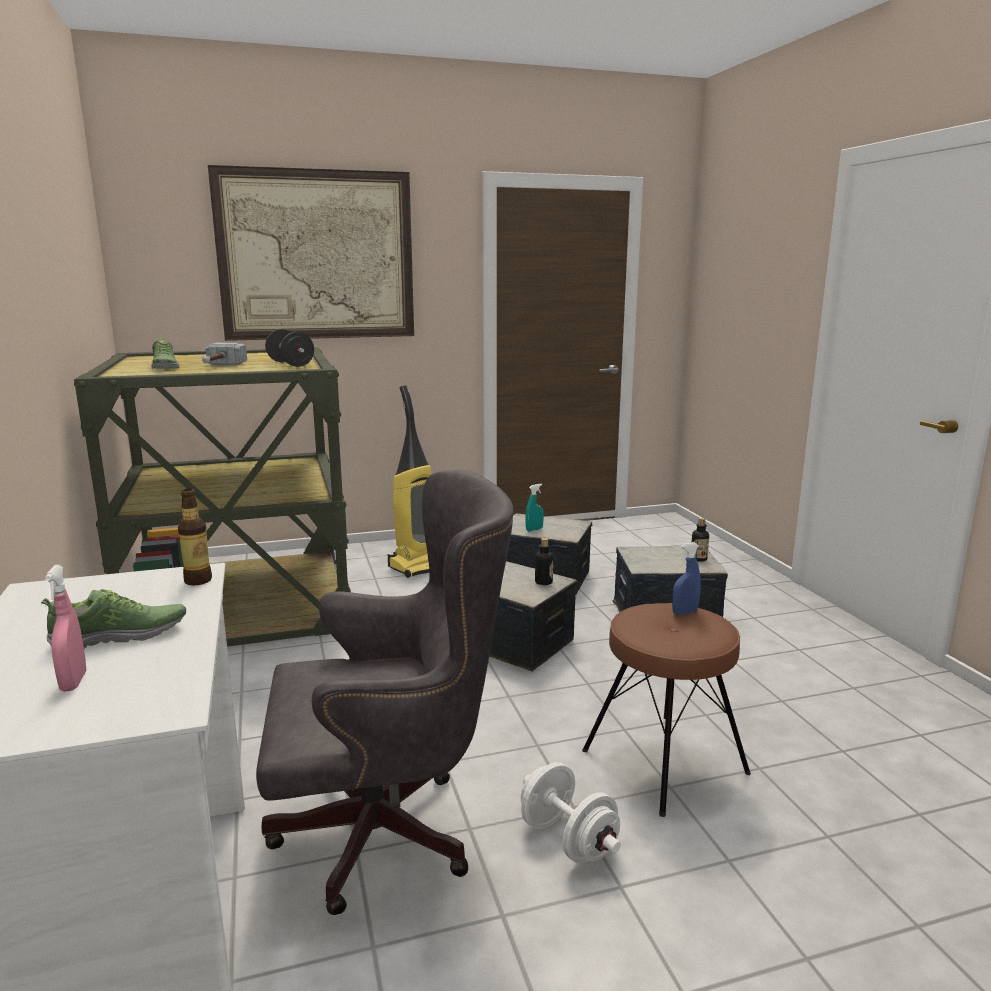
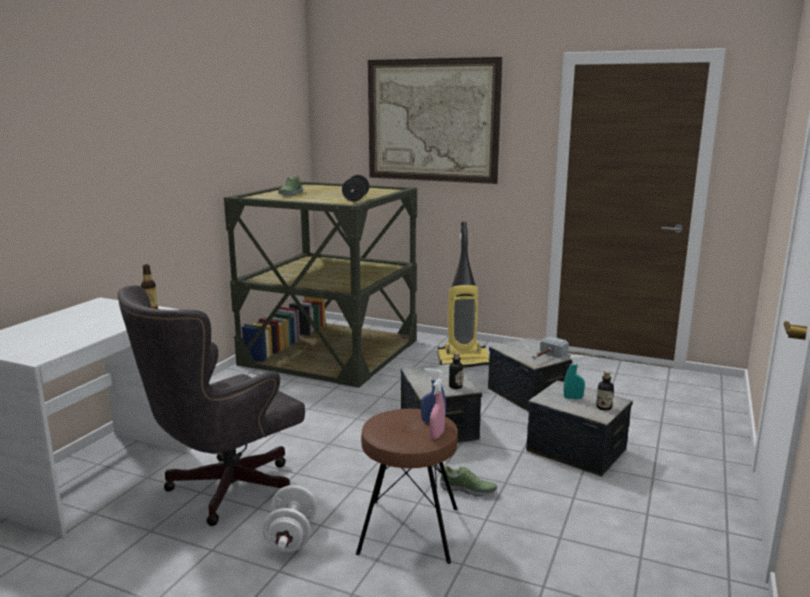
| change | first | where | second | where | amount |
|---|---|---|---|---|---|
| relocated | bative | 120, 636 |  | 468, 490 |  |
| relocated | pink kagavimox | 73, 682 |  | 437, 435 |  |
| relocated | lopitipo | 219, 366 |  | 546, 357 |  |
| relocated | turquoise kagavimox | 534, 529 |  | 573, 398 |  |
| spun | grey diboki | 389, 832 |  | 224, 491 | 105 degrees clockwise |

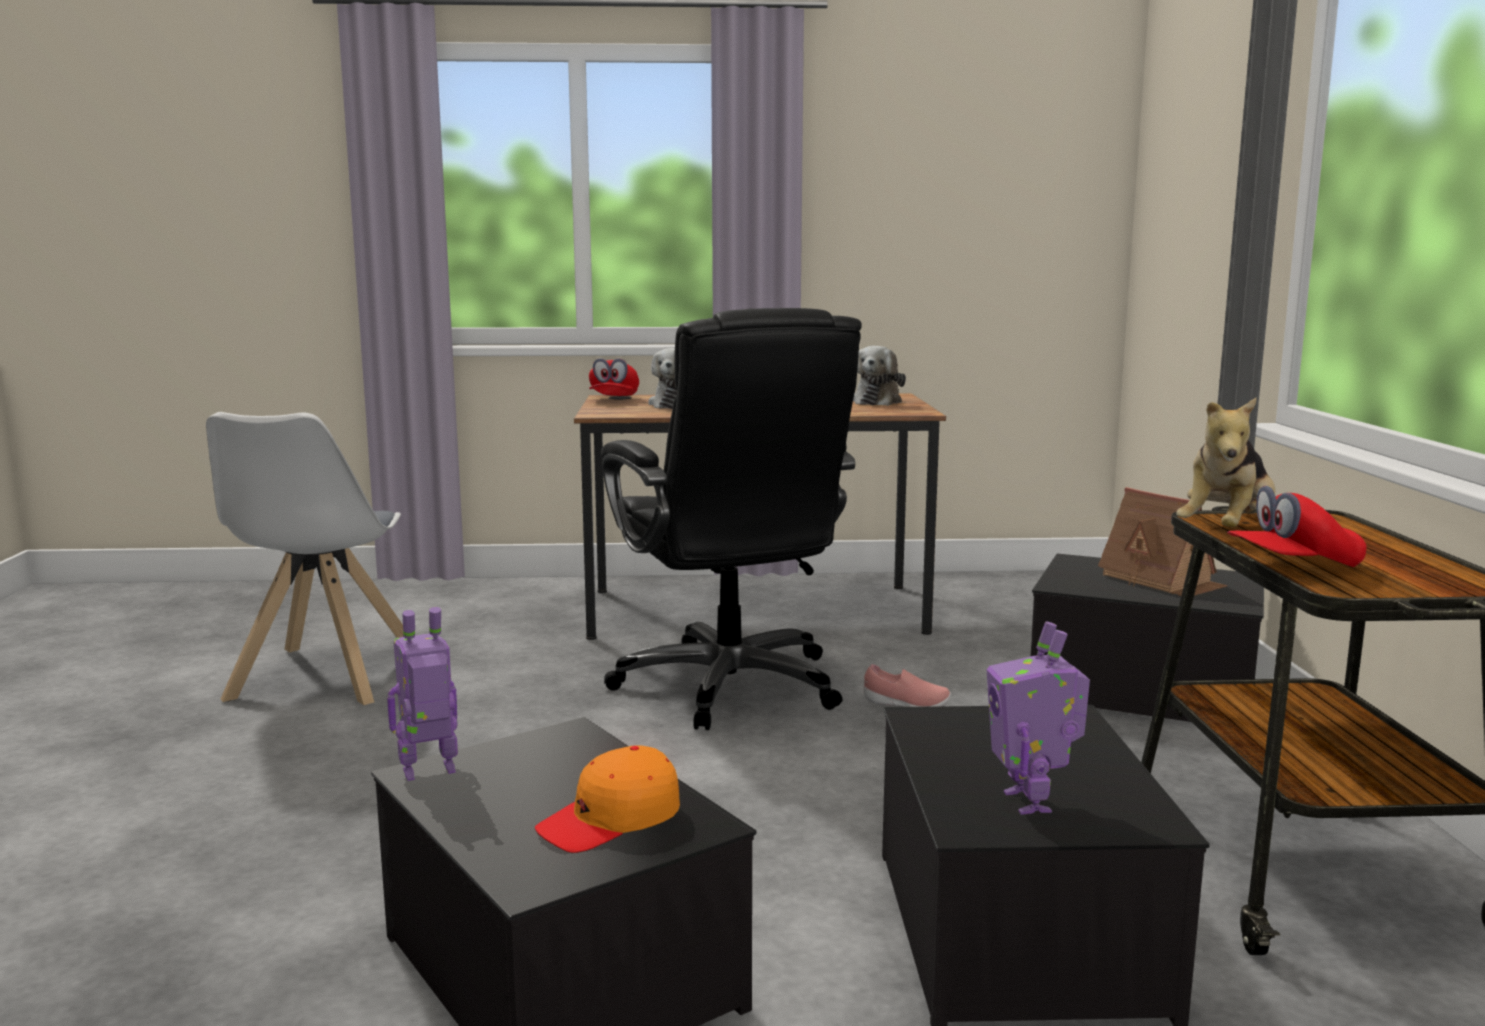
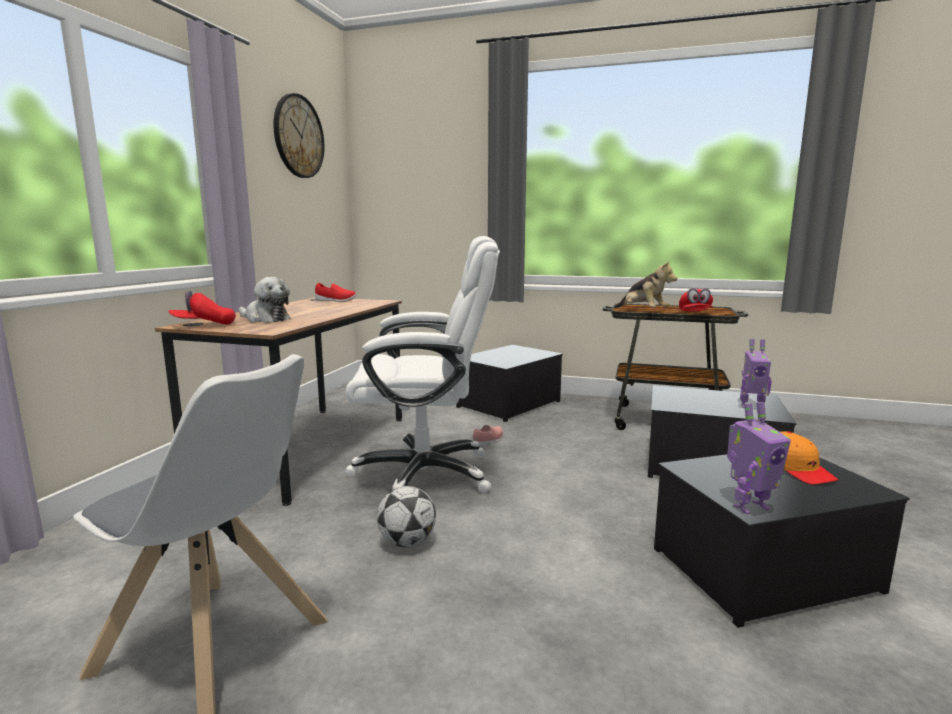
| change | first | where | second | where | amount |
|---|---|---|---|---|---|
| missing | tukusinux | 1161, 580 |  |  |  |
| appeared |  |  | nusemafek | 298, 136 |  |
| appeared |  |  | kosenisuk | 407, 542 |  |
| exchanged | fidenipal | 877, 401 | red bative | 335, 301 |  |
| colour | black diboki | 730, 684 | white diboki | 423, 474 |  |
| spun | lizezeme | 430, 772 |  | 749, 506 | 105 degrees counterclockwise |
| spun | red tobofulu | 613, 399 |  | 204, 325 | 135 degrees clockwise |

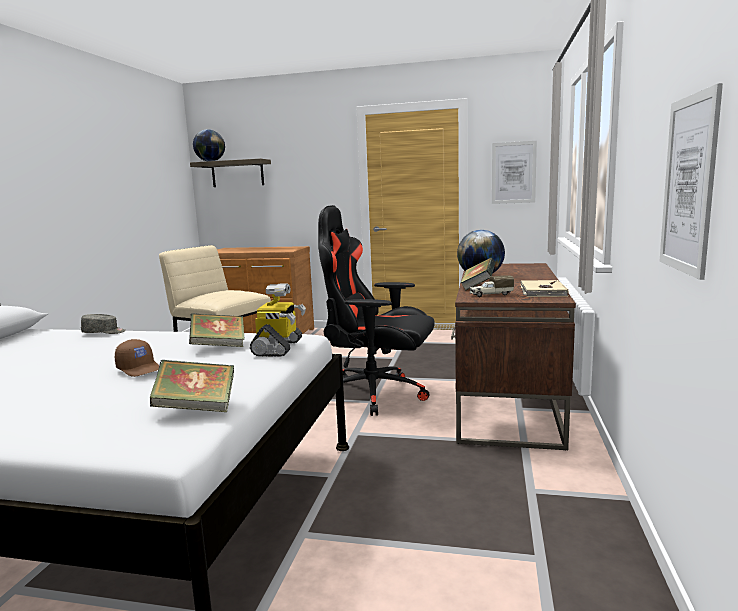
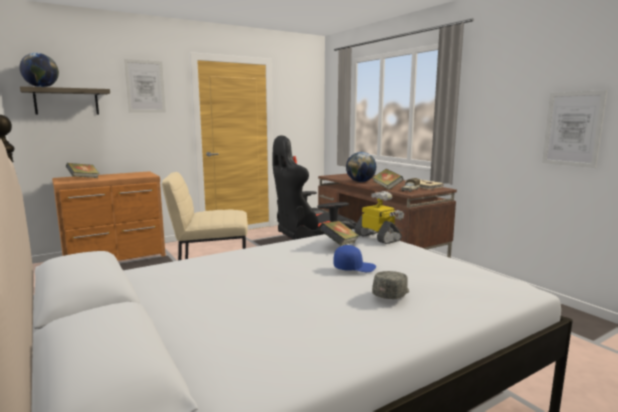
| change | first | where | second | where | amount |
|---|---|---|---|---|---|
| relocated | grey tobofulu | 104, 332 |  | 392, 294 |  |
| relocated | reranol | 196, 408 |  | 84, 178 |  |
| relocated | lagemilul | 513, 172 |  | 145, 86 |  |
| colour | brown tobofulu | 140, 369 | blue tobofulu | 354, 267 |  |

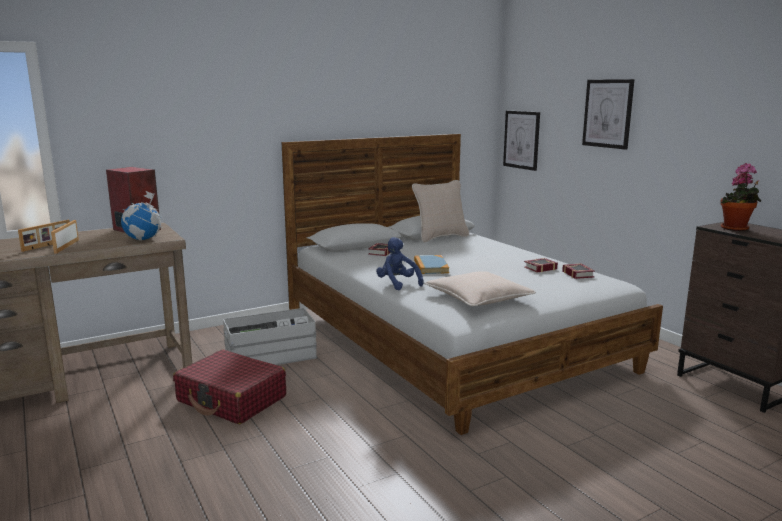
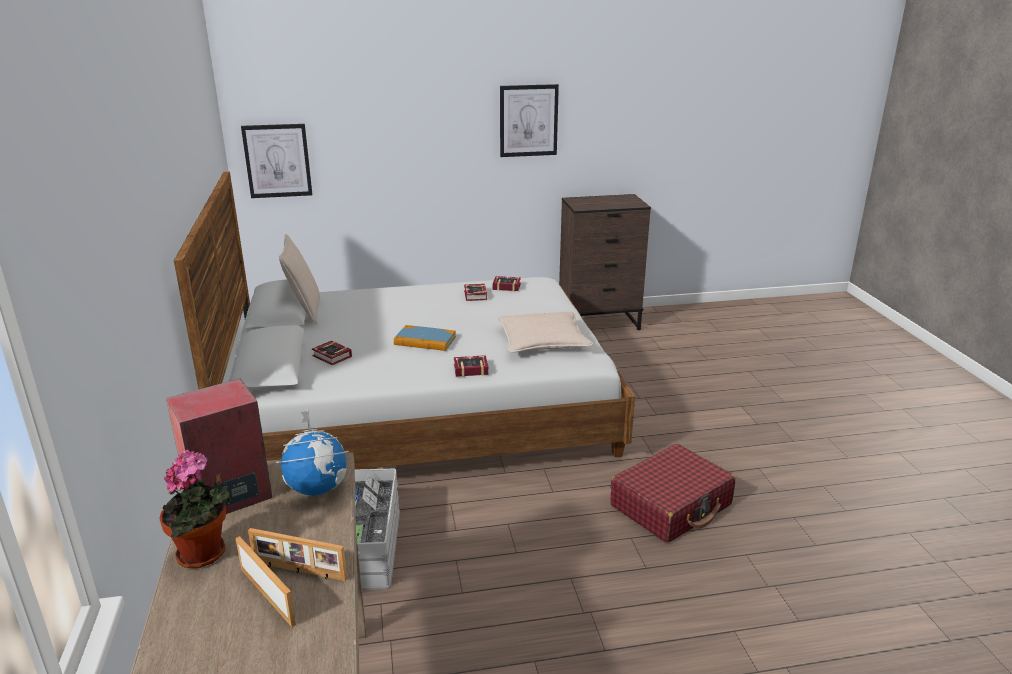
| change | first | where | second | where | amount |
|---|---|---|---|---|---|
| relocated | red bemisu | 232, 399 |  | 671, 505 |  |
| relocated | lagemilul | 607, 113 |  | 528, 120 |  |
| relocated | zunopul | 736, 229 |  | 205, 554 |  |
| exchanged | blue fidenipal | 397, 284 | reranol | 469, 369 |  |

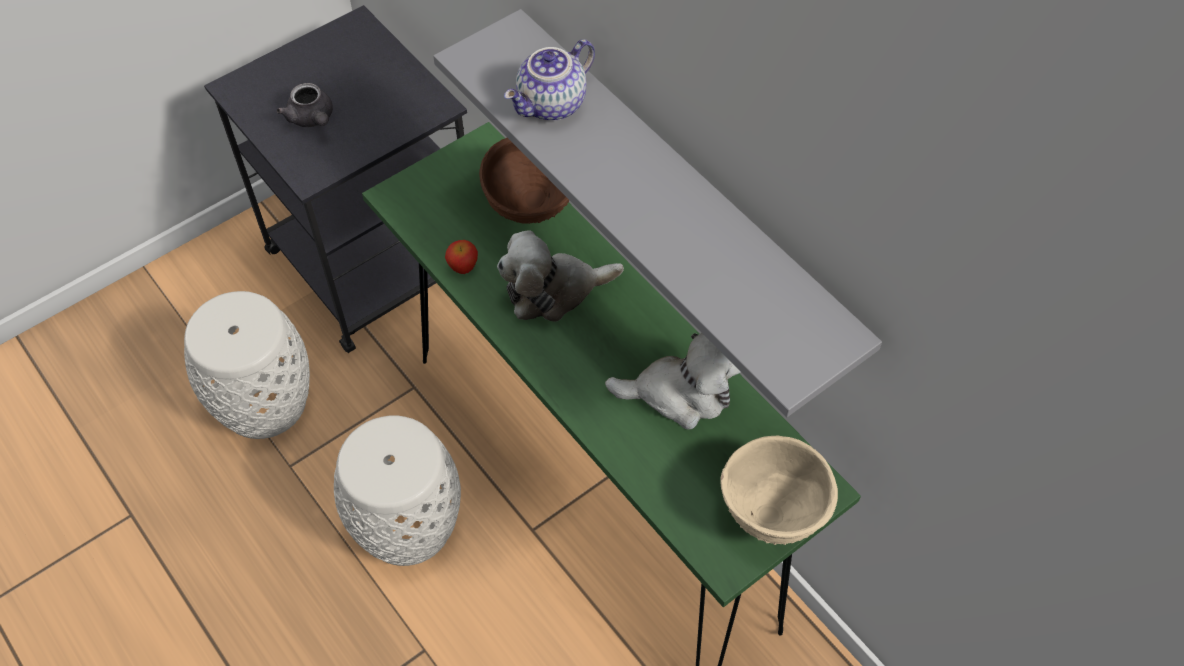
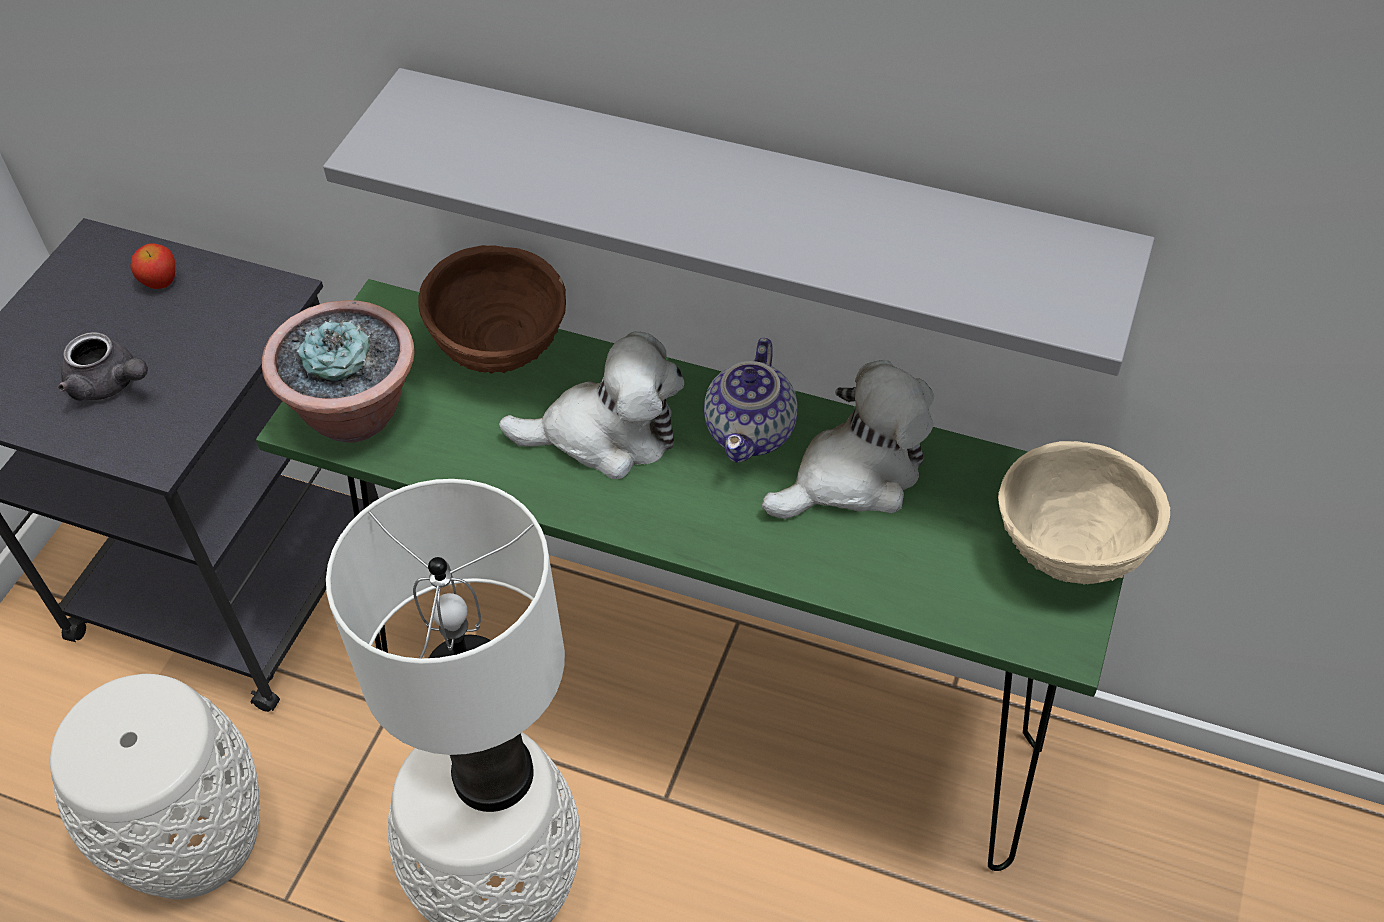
| change | first | where | second | where | amount |
|---|---|---|---|---|---|
| appeared |  |  | zunopul | 355, 412 |  |
| appeared |  |  | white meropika | 492, 775 |  |
| relocated | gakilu | 463, 266 |  | 160, 281 |  |
| relocated | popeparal | 552, 105 |  | 752, 433 |  |
| spun | fidenipal | 554, 290 |  | 606, 435 | 135 degrees counterclockwise |

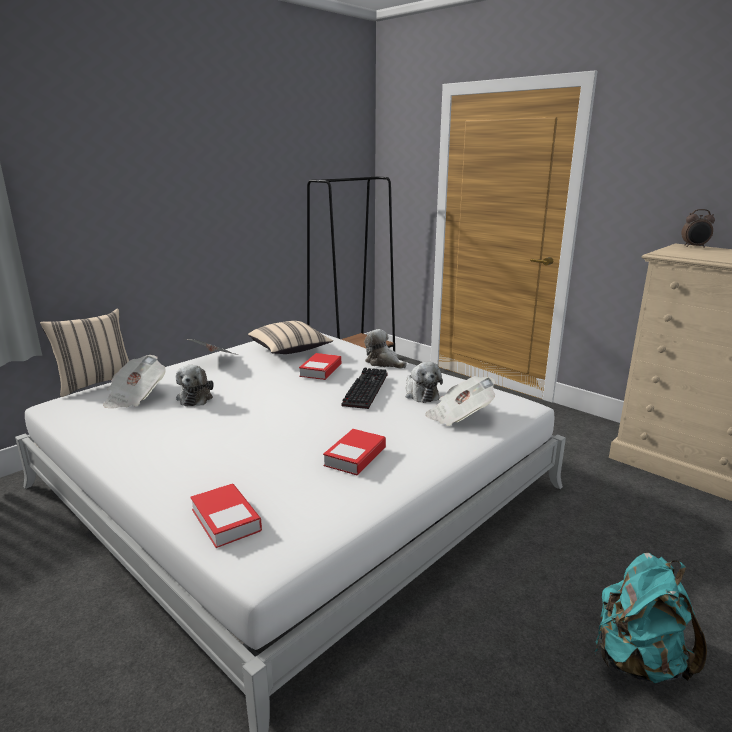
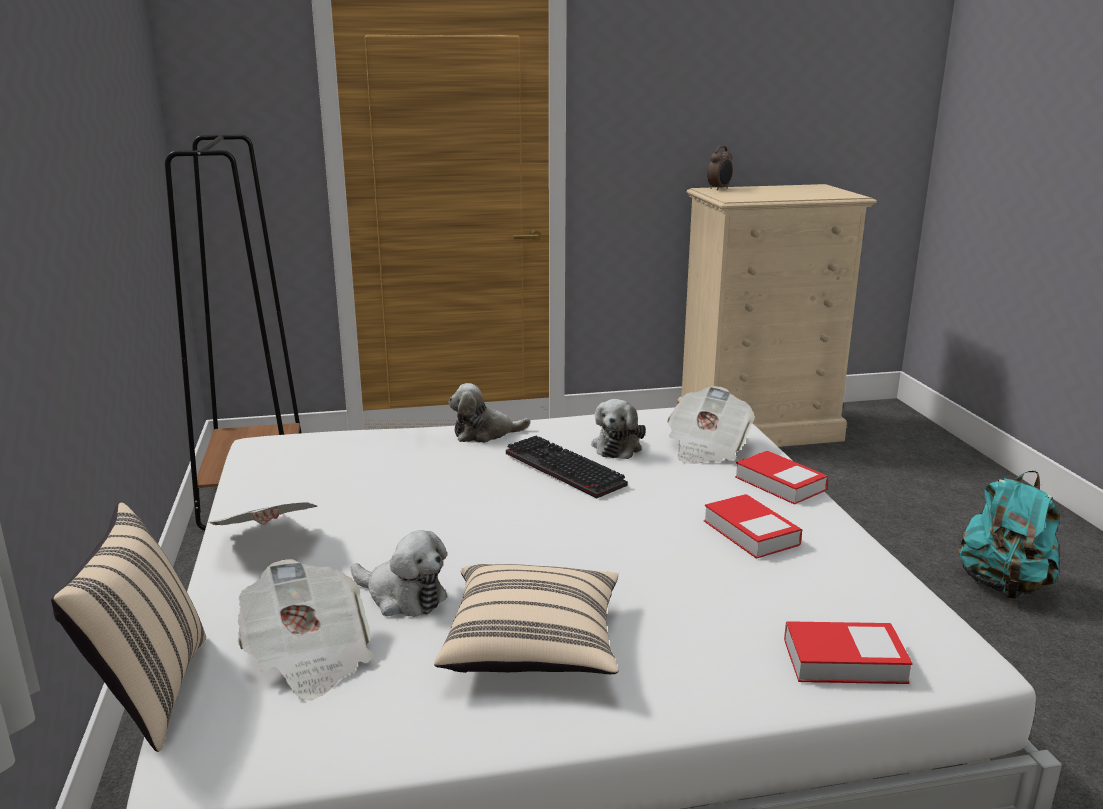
| change | first | where | second | where | amount |
|---|---|---|---|---|---|
| relocated | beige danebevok | 290, 350 |  | 533, 646 |  |
| relocated | reranol | 320, 370 |  | 780, 483 |  |
| spun | fidenipal | 420, 394 |  | 617, 446 | 90 degrees clockwise |

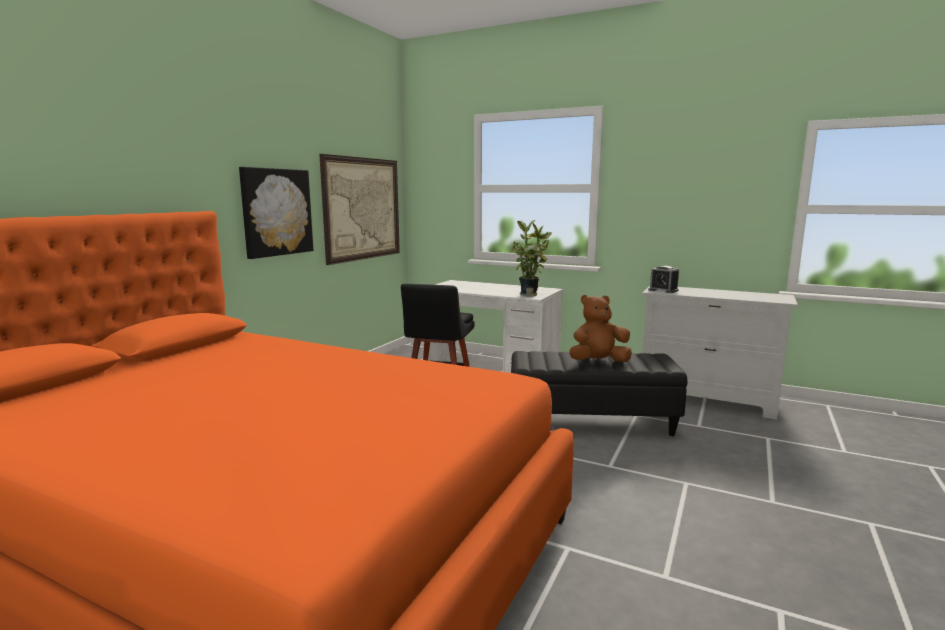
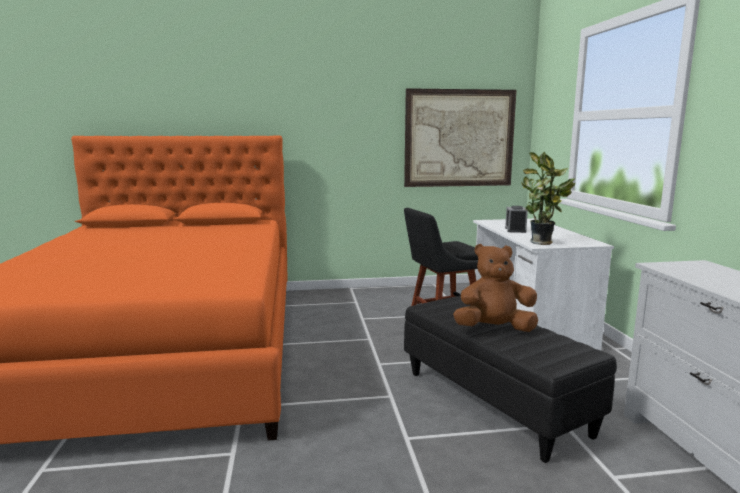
| change | first | where | second | where | amount |
|---|---|---|---|---|---|
| missing | lagemilul | 277, 212 |  |  |  |
| relocated | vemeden | 663, 290 |  | 515, 230 |  |
| spun | brown fidenipal | 598, 362 |  | 494, 329 | 45 degrees counterclockwise |

